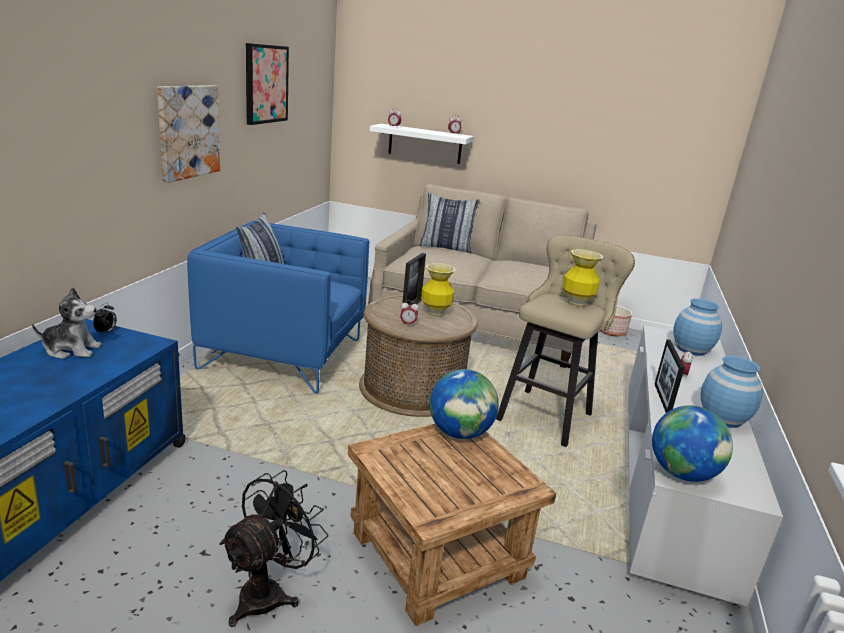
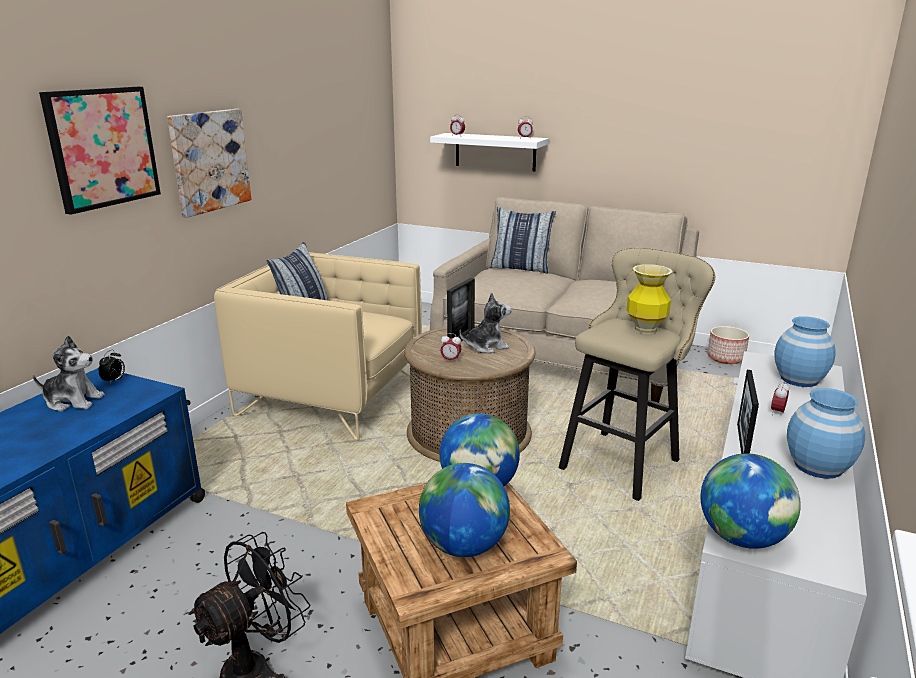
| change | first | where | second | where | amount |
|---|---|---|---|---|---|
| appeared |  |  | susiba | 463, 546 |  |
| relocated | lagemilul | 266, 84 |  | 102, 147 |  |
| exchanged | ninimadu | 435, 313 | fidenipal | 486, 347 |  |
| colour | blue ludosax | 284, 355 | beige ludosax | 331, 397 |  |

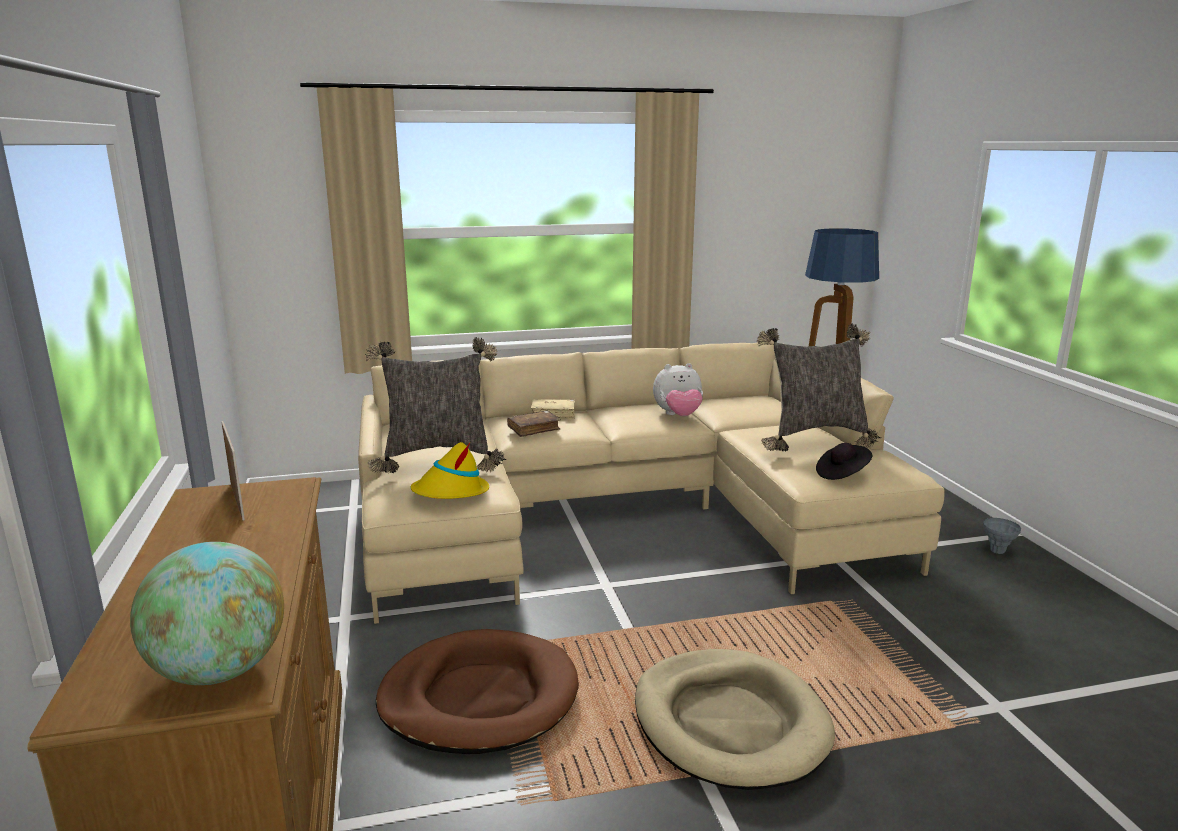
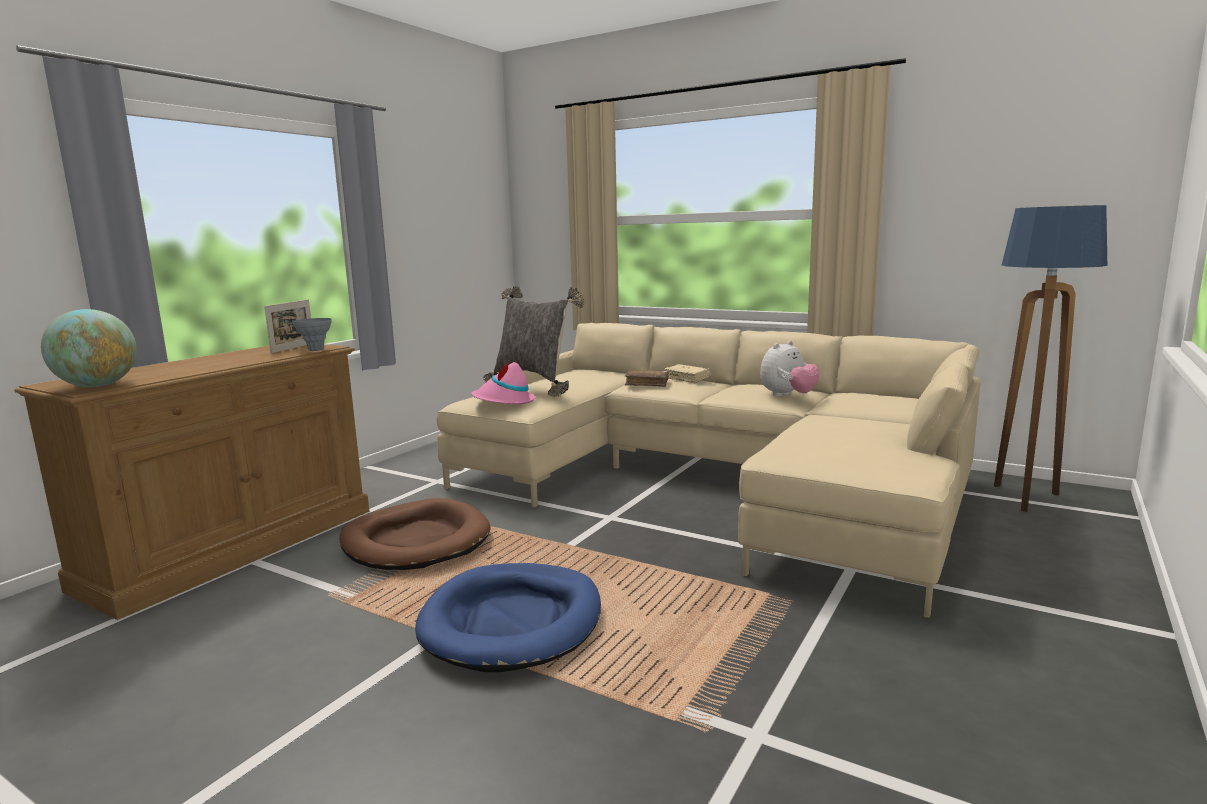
| change | first | where | second | where | amount |
|---|---|---|---|---|---|
| missing | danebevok | 812, 445 |  |  |  |
| missing | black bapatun | 842, 474 |  |  |  |
| relocated | grey ninimadu | 997, 551 |  | 315, 350 |  |
| colour | yellow bapatun | 450, 492 | pink bapatun | 504, 401 |  |
| colour | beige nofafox | 729, 723 | blue nofafox | 512, 621 |  |
| spun | fidenipal | 678, 416 |  | 787, 396 | 75 degrees counterclockwise |

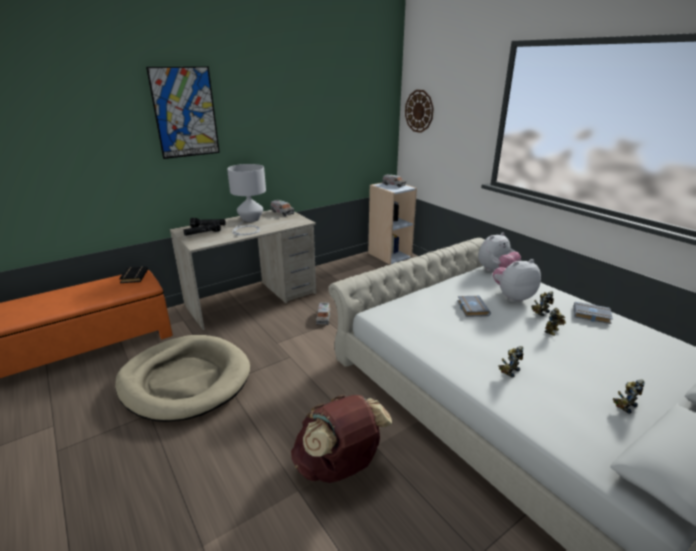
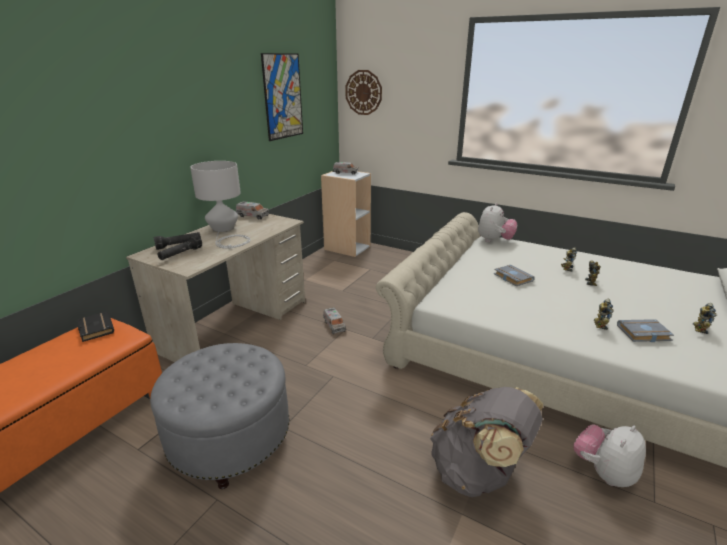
| change | first | where | second | where | amount |
|---|---|---|---|---|---|
| relocated | lagemilul | 185, 113 |  | 283, 96 |  |
| relocated | fidenipal | 512, 297 |  | 603, 472 |  |
| relocated | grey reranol | 590, 315 |  | 643, 334 |  |
| exchanged | beige nofafox | 185, 380 | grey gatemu | 230, 441 |  |
| colour | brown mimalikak | 339, 466 | grey mimalikak | 478, 472 |  |

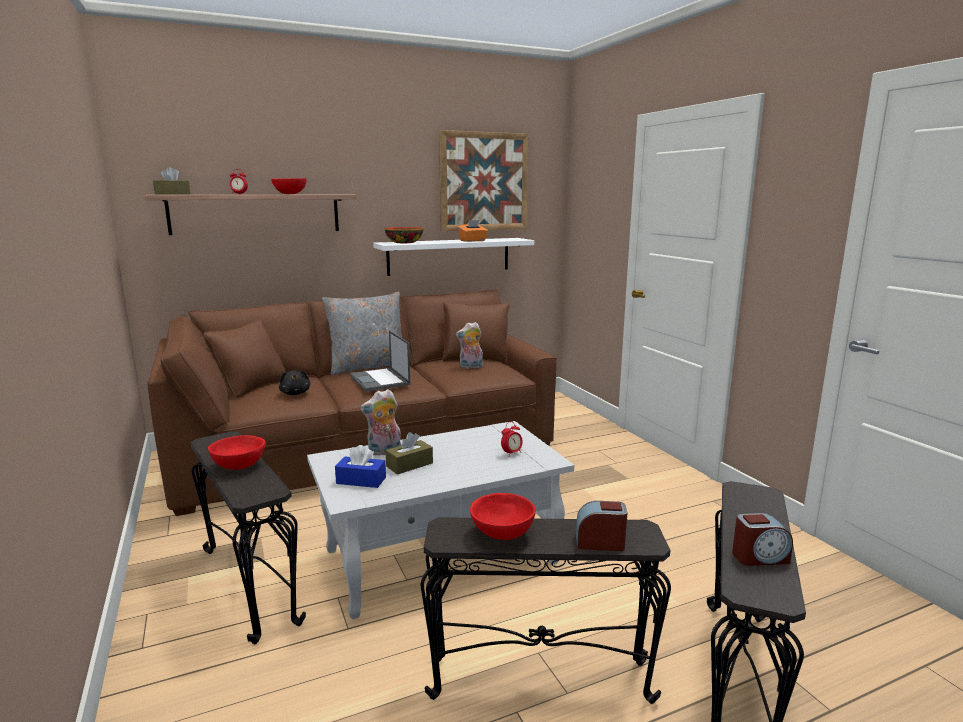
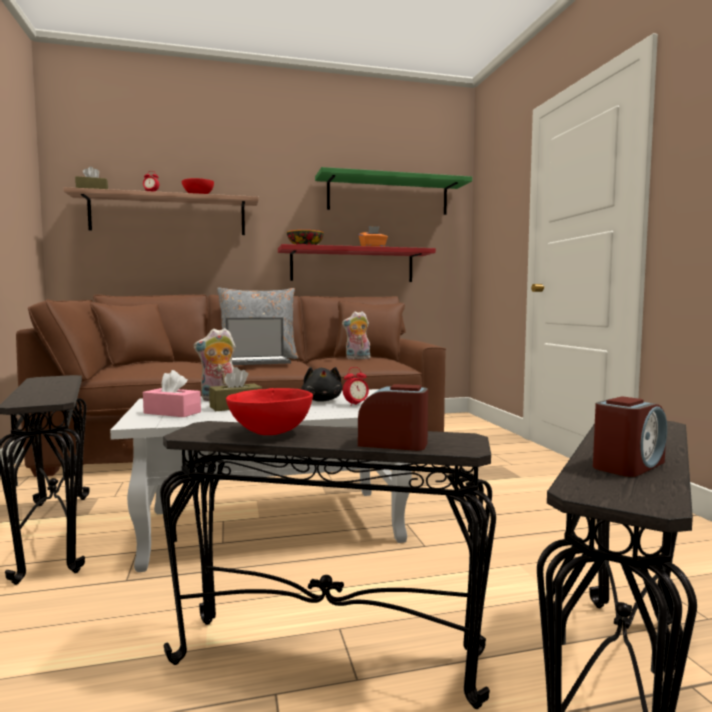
| change | first | where | second | where | amount |
|---|---|---|---|---|---|
| missing | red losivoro | 239, 466 |  |  |  |
| relocated | black fidenipal | 295, 393 |  | 322, 400 |  |
| exchanged | lagemilul | 484, 182 | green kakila | 388, 196 |  |
| colour | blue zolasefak | 361, 480 | pink zolasefak | 172, 412 |  |
| colour | white kakila | 449, 256 | red kakila | 352, 265 |  |
| spun | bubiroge | 380, 380 |  | 258, 361 | 90 degrees counterclockwise |
| spun | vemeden | 759, 557 |  | 628, 465 | 45 degrees counterclockwise |

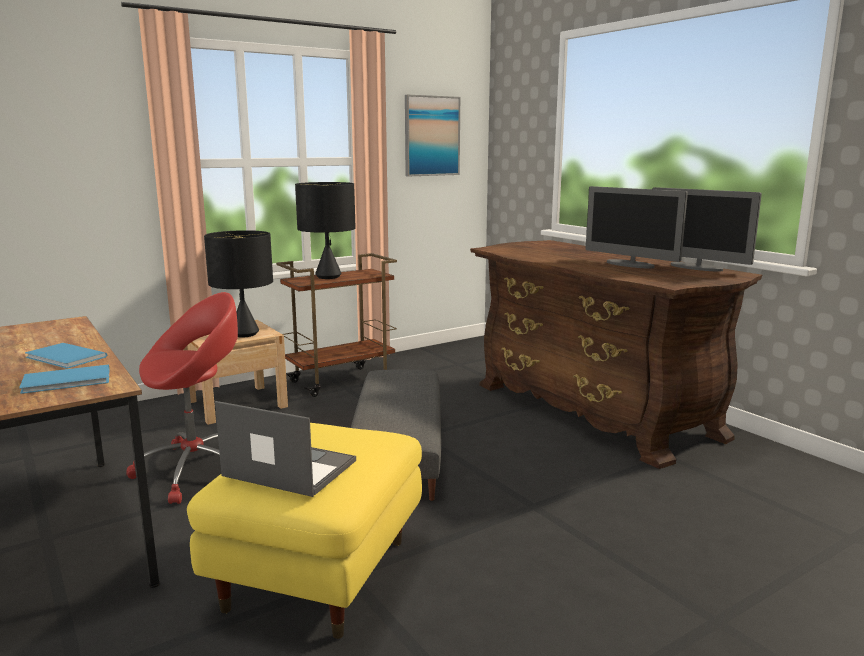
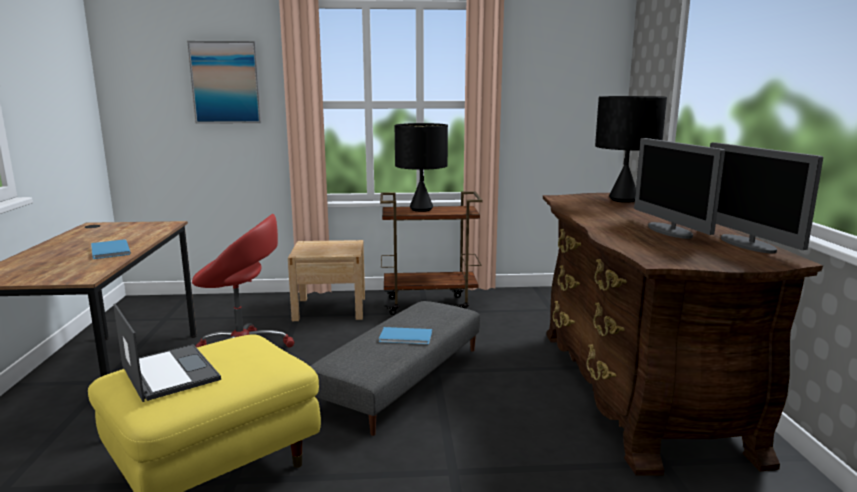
| change | first | where | second | where | amount |
|---|---|---|---|---|---|
| relocated | blue reranol | 69, 381 |  | 407, 337 |  |
| relocated | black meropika | 245, 334 |  | 623, 200 |  |
| relocated | lagemilul | 431, 136 |  | 226, 82 |  |

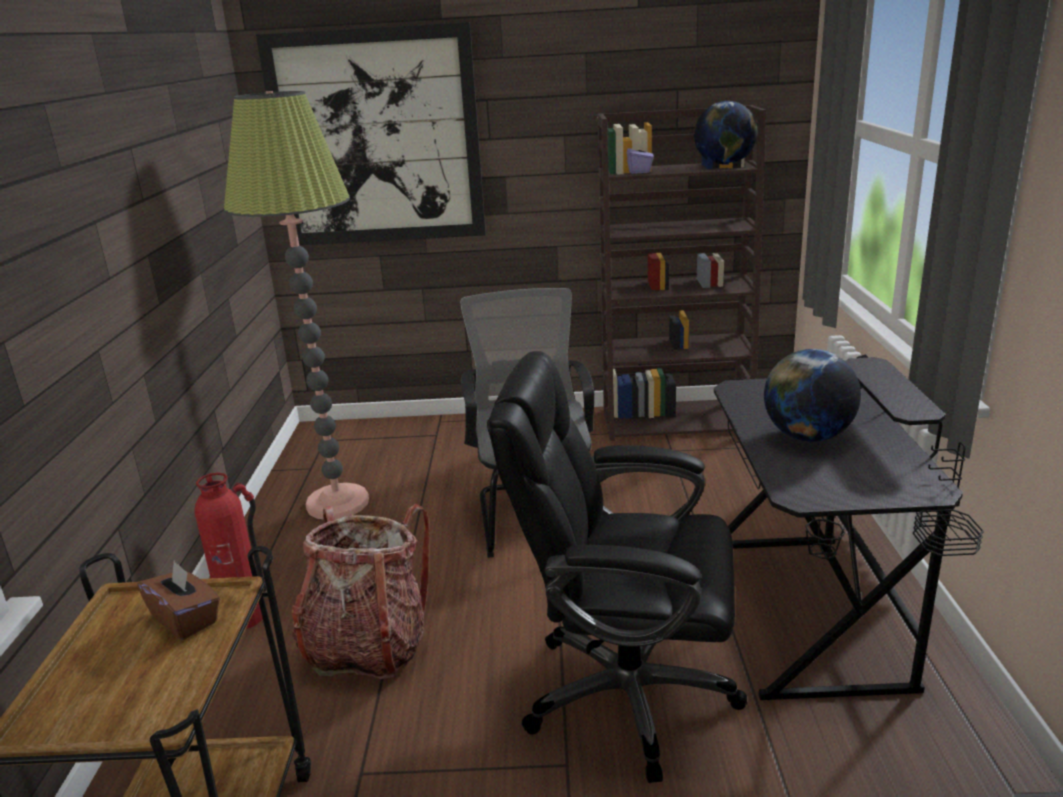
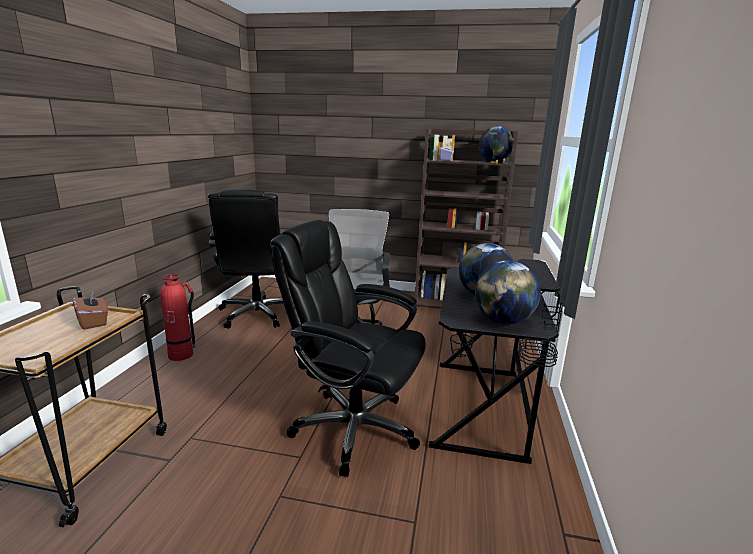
| change | first | where | second | where | amount |
|---|---|---|---|---|---|
| missing | lagemilul | 377, 138 |  |  |  |
| missing | mimalikak | 367, 646 |  |  |  |
| appeared |  |  | susiba | 503, 321 |  |
| exchanged | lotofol | 337, 503 | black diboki | 257, 313 |  |

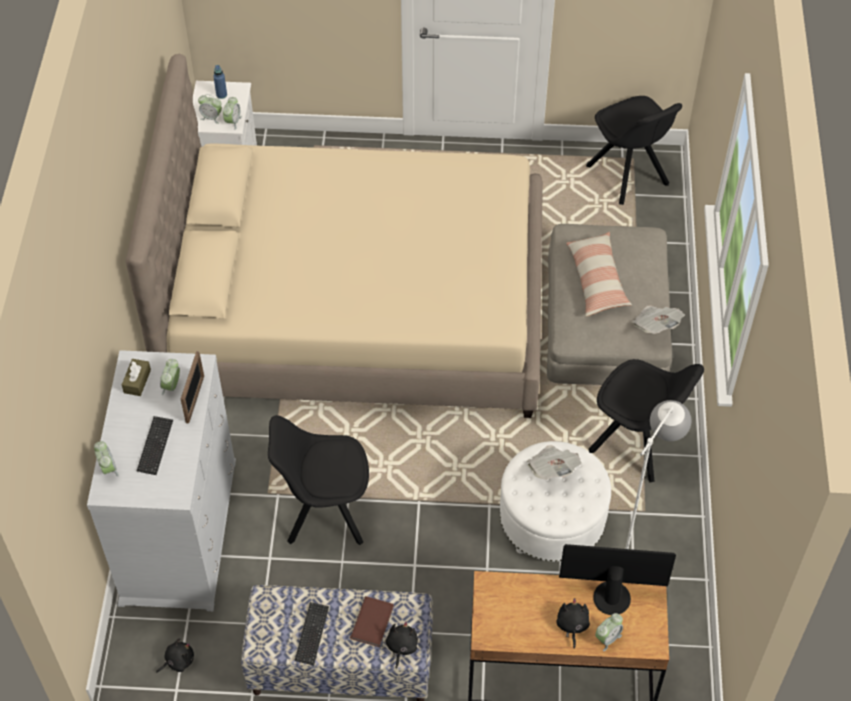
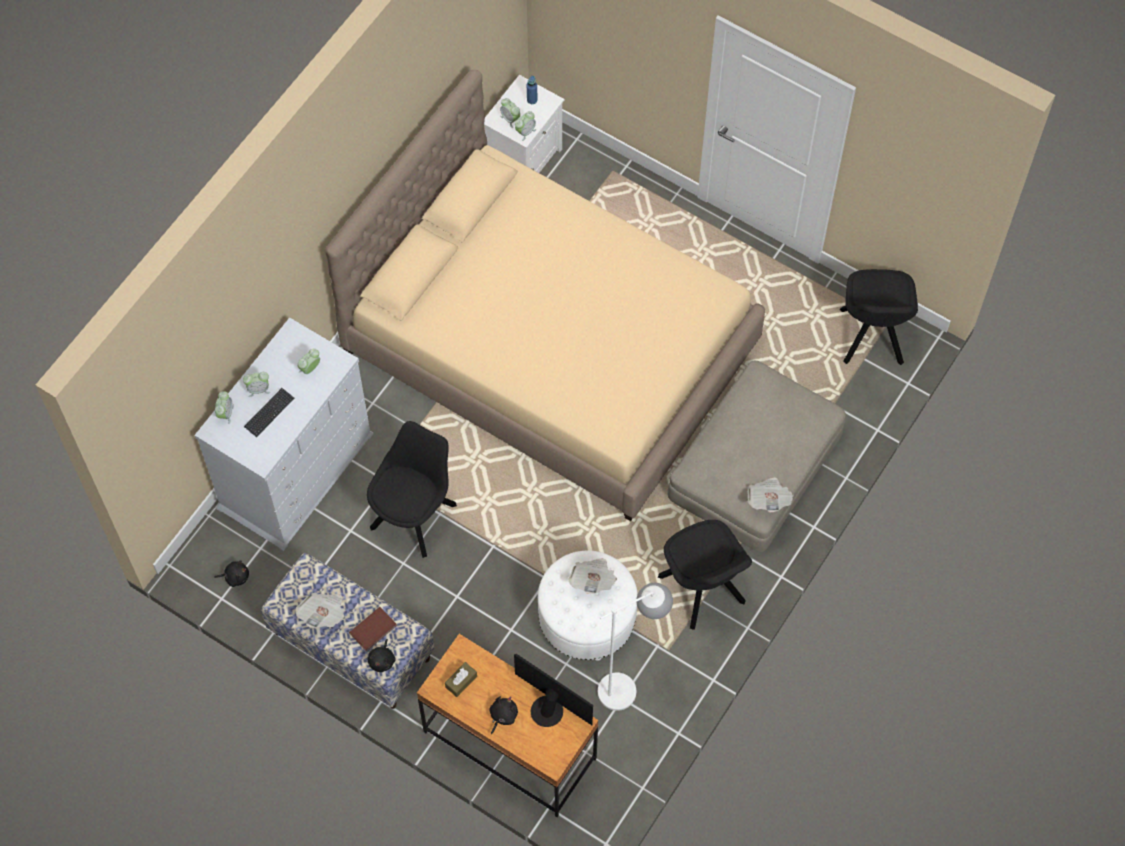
| change | first | where | second | where | amount |
|---|---|---|---|---|---|
| missing | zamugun | 195, 399 |  |  |  |
| missing | danebevok | 597, 280 |  |  |  |
| relocated | brown zolasefak | 137, 381 |  | 461, 681 |  |
| relocated | vemeden | 607, 638 |  | 258, 389 |  |
| exchanged | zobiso | 312, 634 | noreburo | 324, 614 |  |
| spun | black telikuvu | 325, 513 |  | 414, 516 | 90 degrees clockwise |
| spun | black fidenipal | 401, 647 |  | 382, 660 | 150 degrees clockwise |

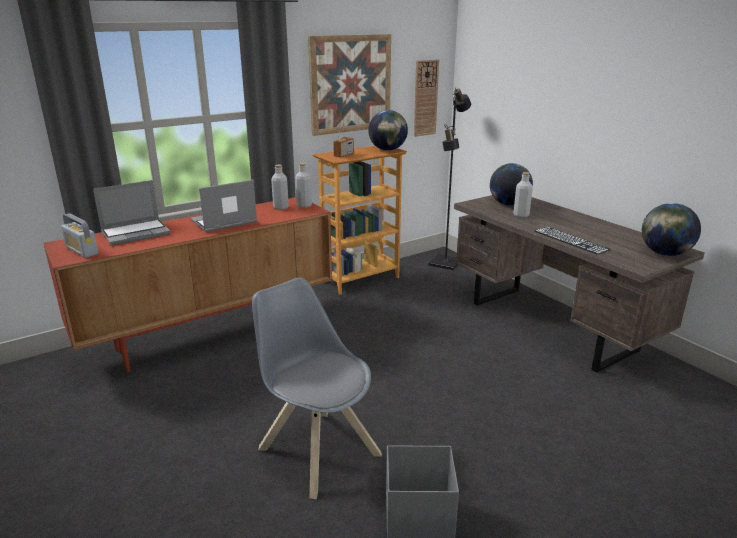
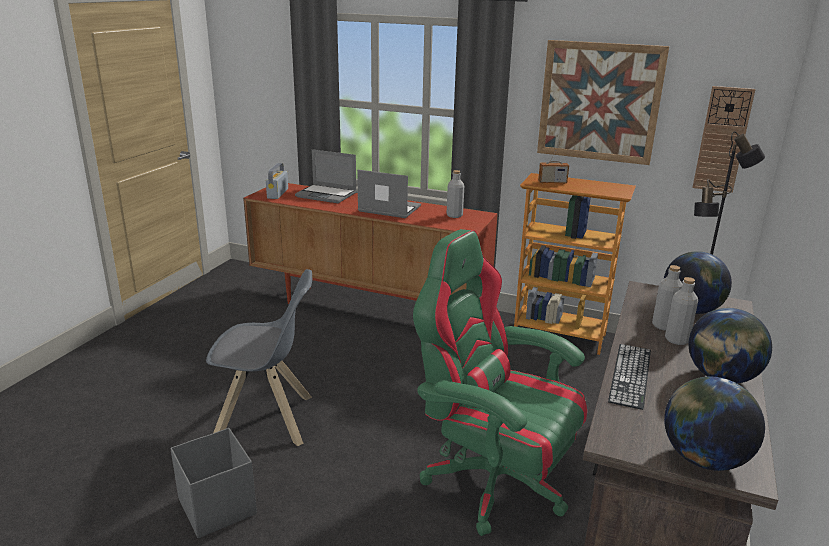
| change | first | where | second | where | amount |
|---|---|---|---|---|---|
| appeared |  |  | green diboki | 495, 482 |  |
| relocated | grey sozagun | 304, 205 |  | 676, 340 |  |
| relocated | susiba | 388, 150 |  | 721, 377 |  |
| spun | grey telikuvu | 317, 449 |  | 267, 420 | 75 degrees clockwise |

